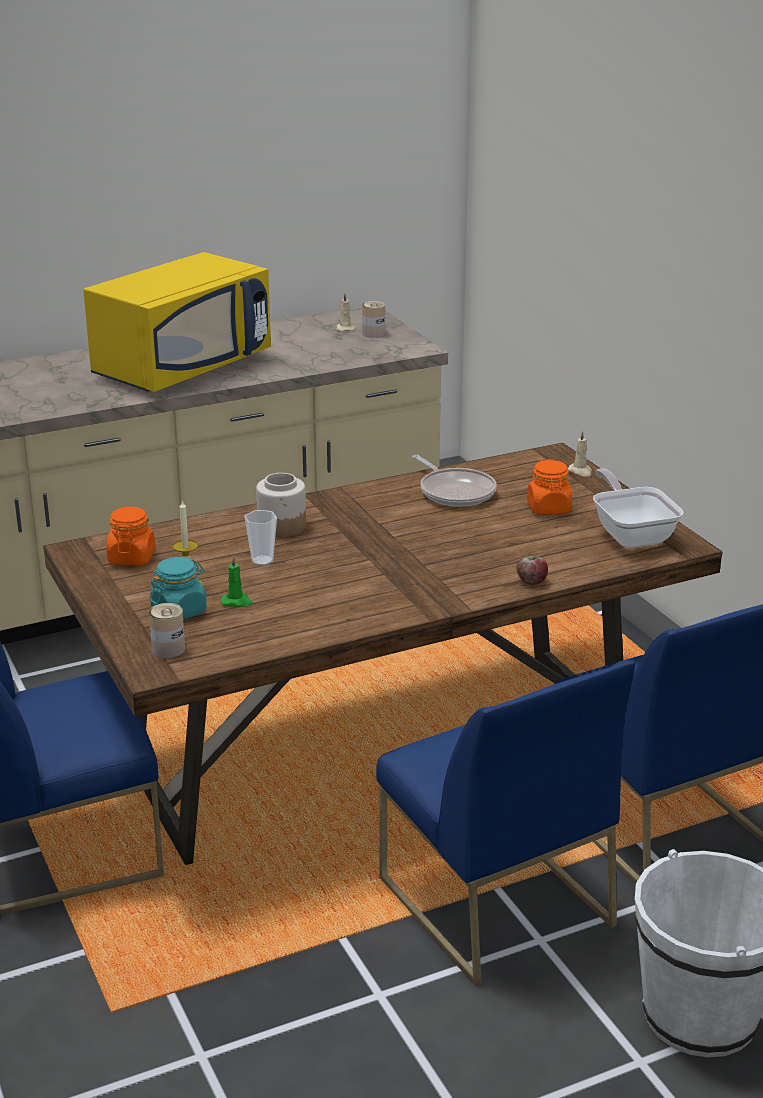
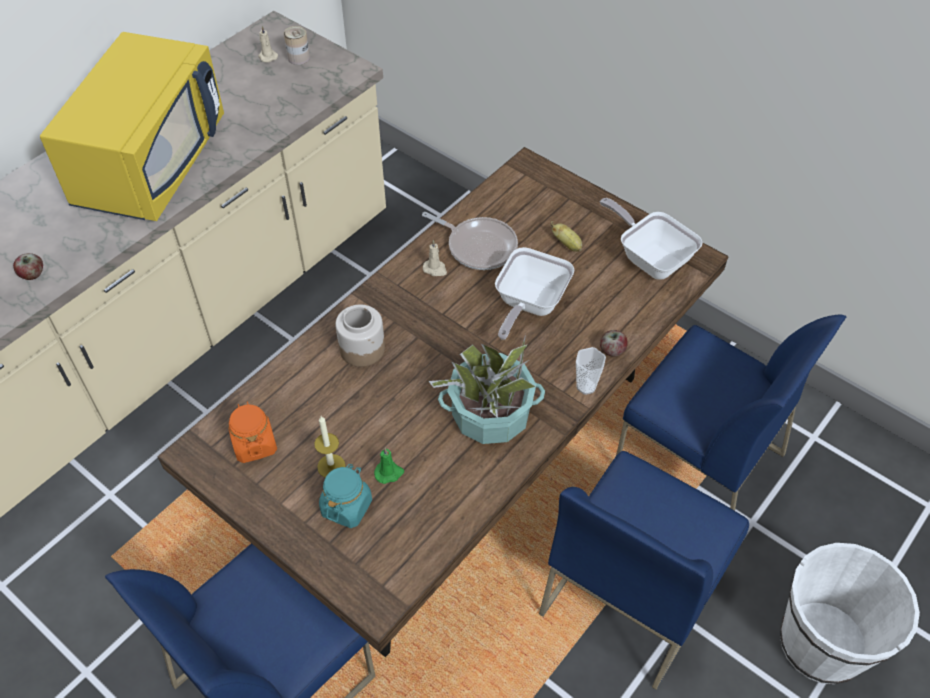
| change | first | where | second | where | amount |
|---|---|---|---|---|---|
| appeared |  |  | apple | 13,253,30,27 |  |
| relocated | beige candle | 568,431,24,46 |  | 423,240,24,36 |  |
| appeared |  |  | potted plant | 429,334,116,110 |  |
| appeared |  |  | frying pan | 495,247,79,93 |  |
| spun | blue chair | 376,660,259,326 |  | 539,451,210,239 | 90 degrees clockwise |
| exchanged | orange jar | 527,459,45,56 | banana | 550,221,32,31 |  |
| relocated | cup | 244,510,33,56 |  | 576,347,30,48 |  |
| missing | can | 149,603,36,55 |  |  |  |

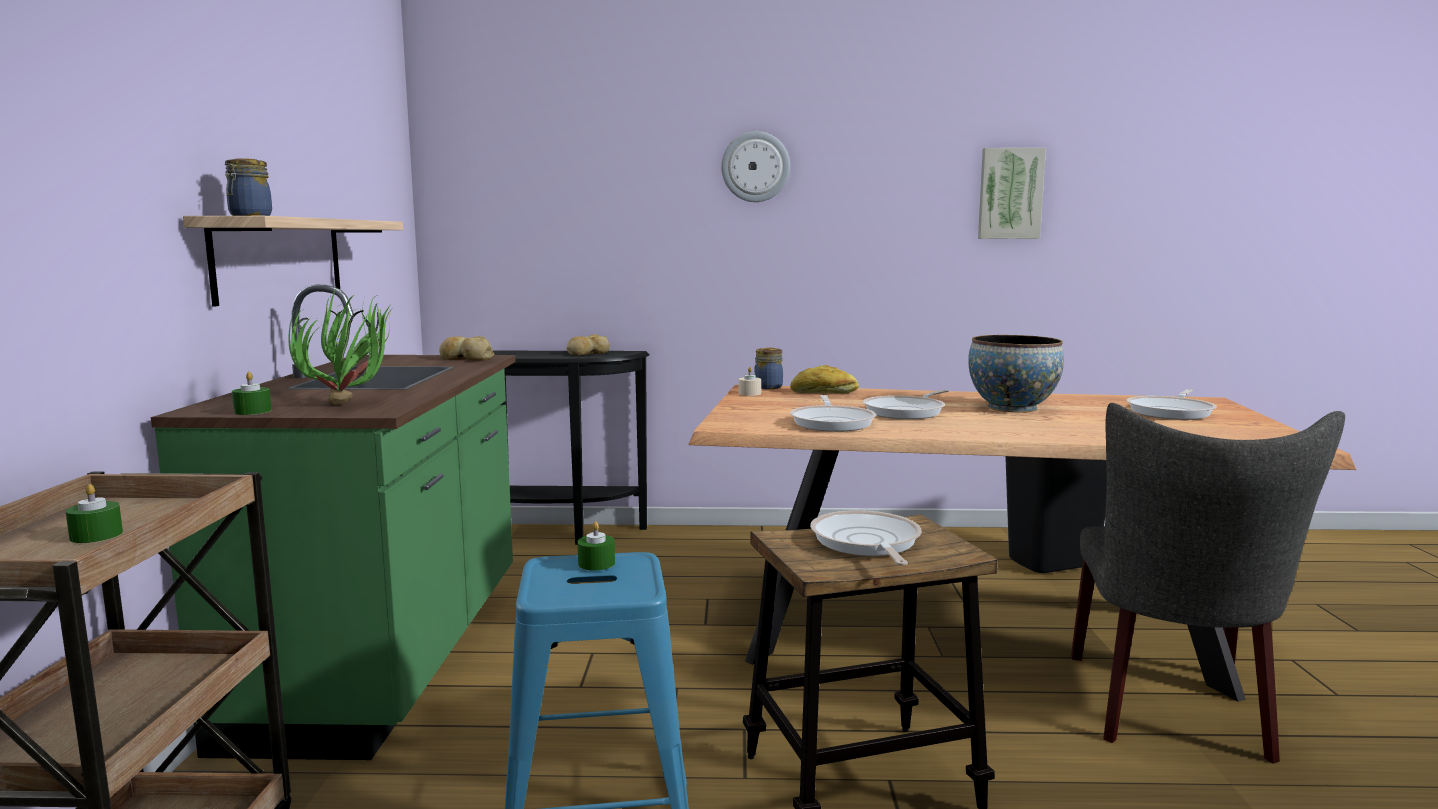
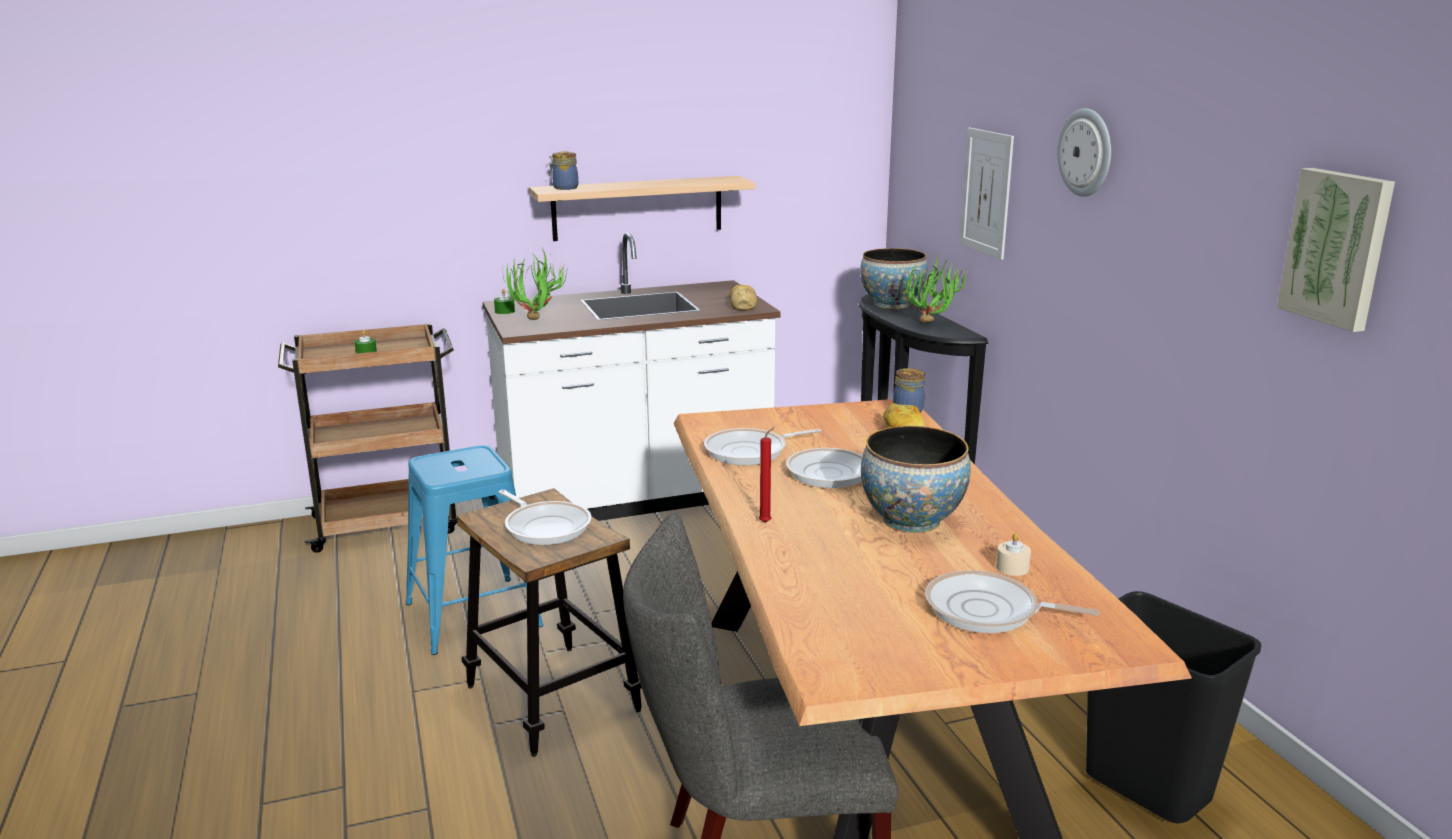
| change | first | where | second | where | amount |
|---|---|---|---|---|---|
| colour | green counter | 151,285,365,475 | white counter | 483,233,298,288 |  |
| spun | frying pan | 810,510,112,56 |  | 498,490,94,55 | 75 degrees clockwise |
| appeared |  |  | red candle | 759,427,16,96 |  |
| appeared |  |  | bowl | 860,248,68,61 |  |
| exchanged | bread | 566,334,44,21 | potted plant | 905,254,62,69 |  |
| appeared |  |  | picture | 960,128,54,132 |  |
| relocated | beige candle | 739,367,22,29 |  | 996,533,35,43 |  |
| missing | green candle | 577,521,38,50 |  |  |  |

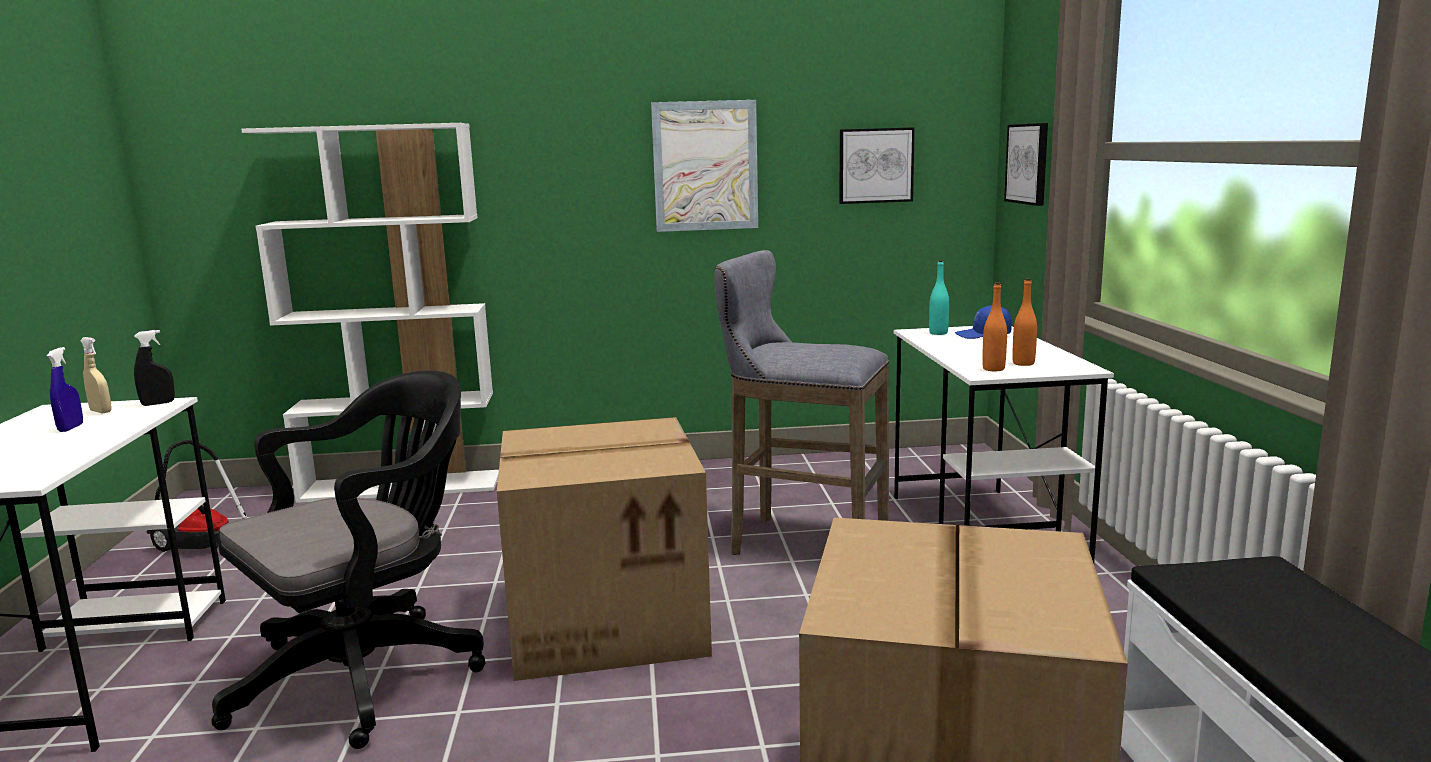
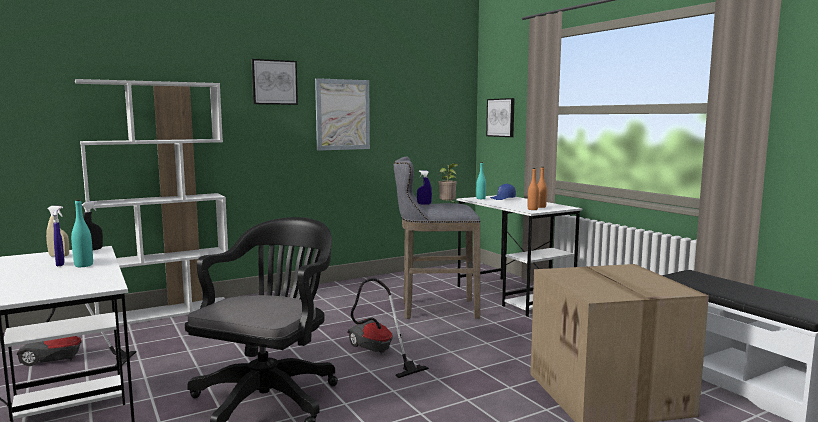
| change | first | where | second | where | amount |
|---|---|---|---|---|---|
| appeared |  |  | turquoise bottle | 71,199,22,68 |  |
| relocated | picture | 839,127,76,77 |  | 251,59,47,46 |  |
| exchanged | cardboard box | 497,417,215,264 | vacuum cleaner | 347,278,82,100 |  |
| appeared |  |  | blue spray bottle | 417,170,15,34 |  |
| appeared |  |  | potted plant | 439,163,20,40 |  |

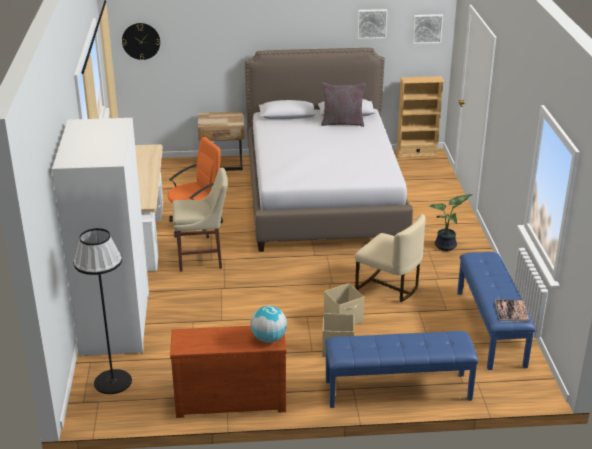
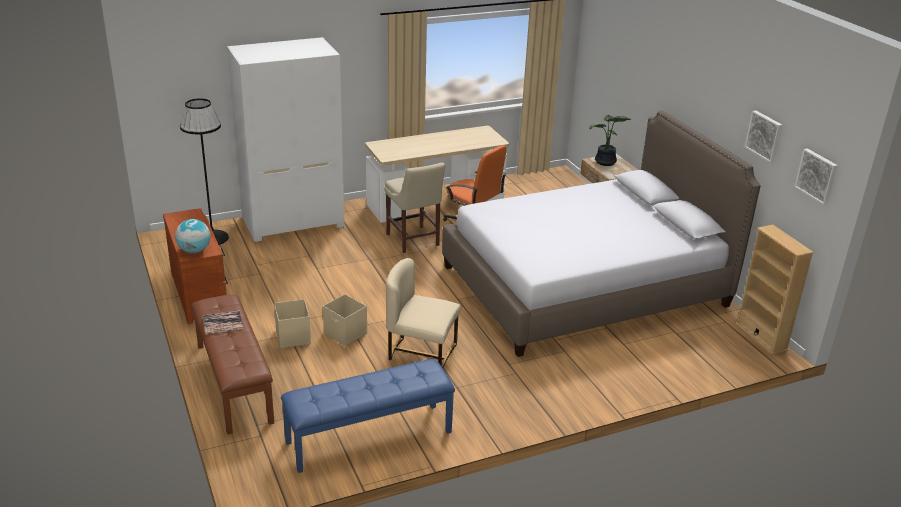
| change | first | where | second | where | amount |
|---|---|---|---|---|---|
| colour | blue bench | 325,331,153,77 | brown bench | 191,295,83,140 |  |
| relocated | book | 495,300,35,22 |  | 203,310,41,25 |  |
| spun | beige chair | 355,214,71,88 |  | 386,258,75,110 | 90 degrees clockwise |
| relocated | potted plant | 429,194,44,57 |  | 589,115,42,51 |  |
| missing | wall clock | 122,23,38,37 |  |  |  |
| missing | grey pillow | 321,83,44,44 |  |  |  |

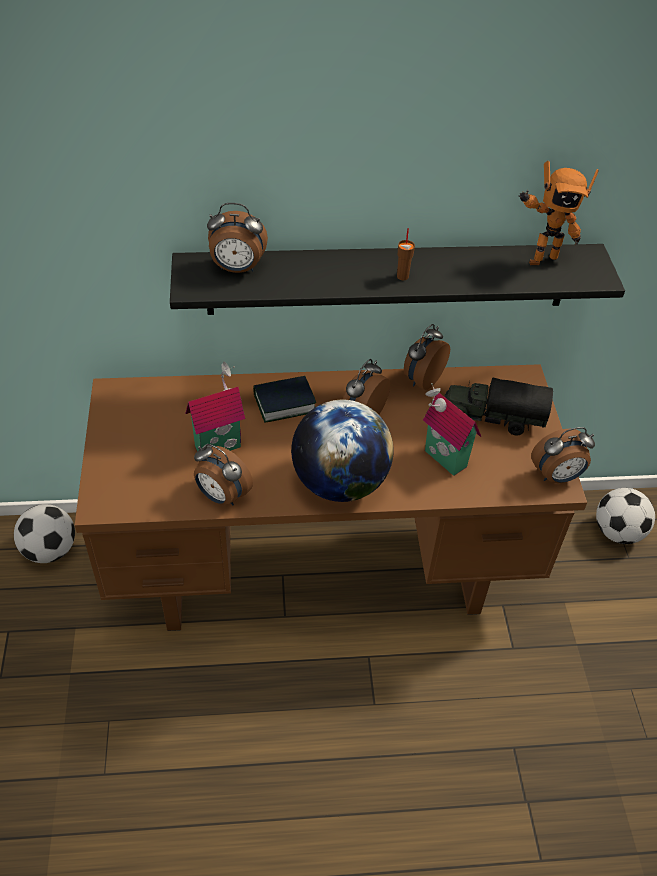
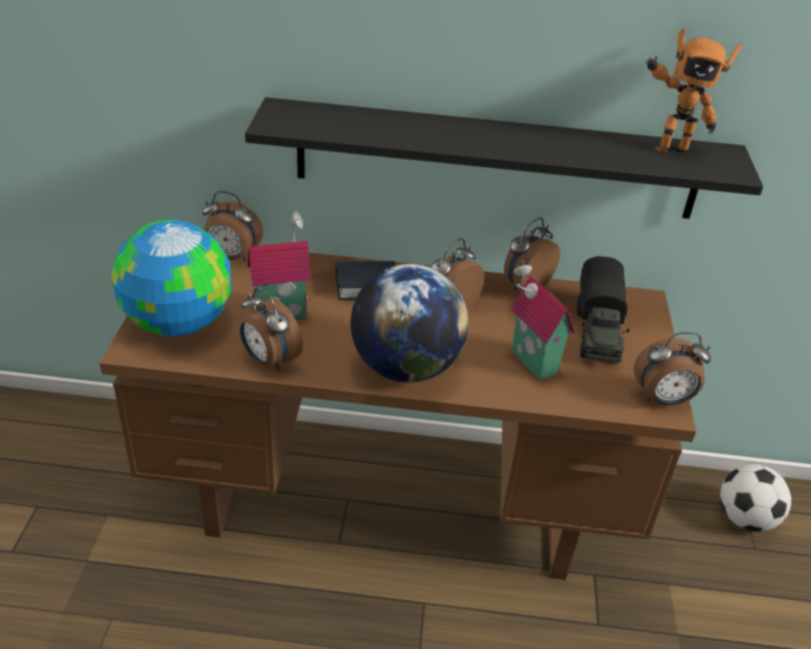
| change | first | where | second | where | amount |
|---|---|---|---|---|---|
| appeared |  |  | globe | 111,220,121,117 |  |
| relocated | alarm clock | 207,203,61,70 |  | 202,191,61,70 |  |
| spun | toy truck | 444,378,109,57 |  | 577,256,53,107 | 105 degrees counterclockwise |
| missing | football | 14,504,61,59 |  |  |  |
| missing | brown cup | 397,228,18,52 |  |  |  |

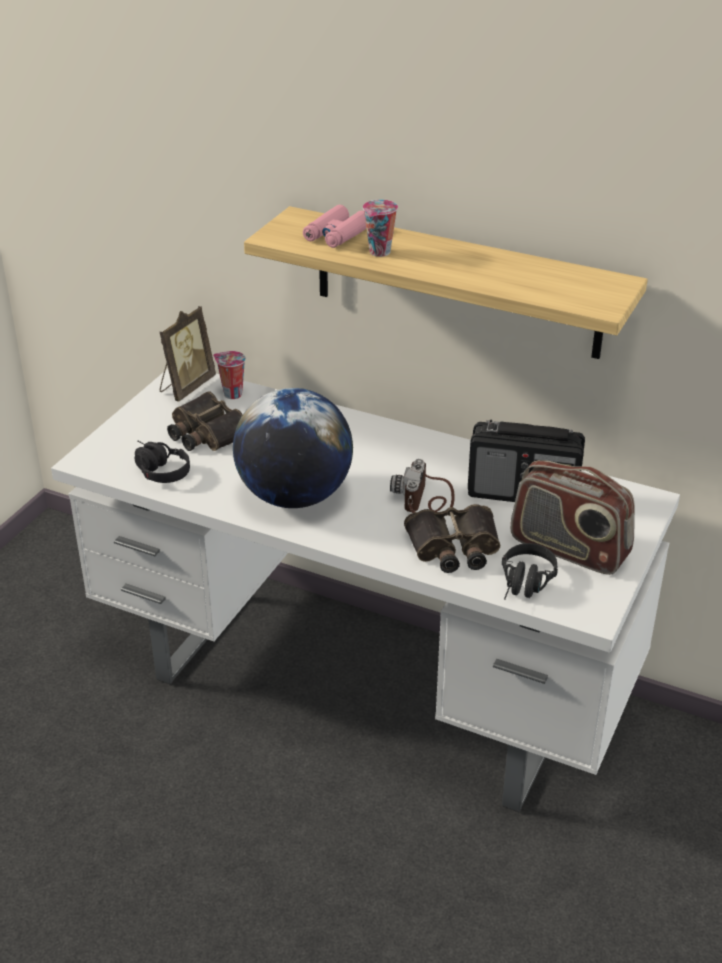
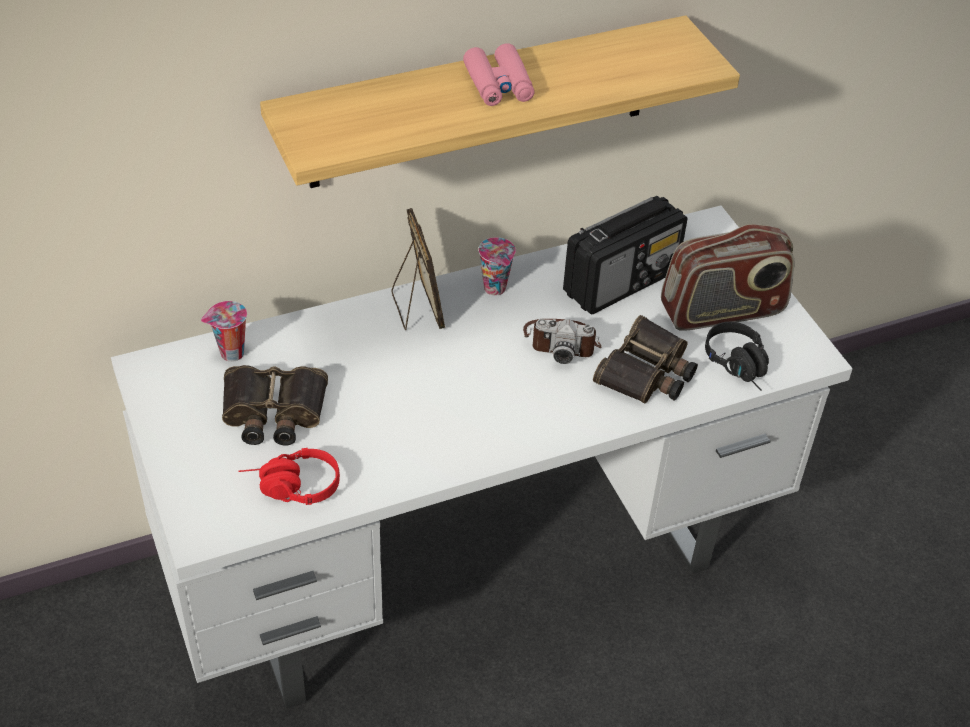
| change | first | where | second | where | amount |
|---|---|---|---|---|---|
| colour | black headphones | 134,441,56,42 | red headphones | 238,448,102,57 |  |
| relocated | picture frame | 160,306,56,95 |  | 391,208,54,122 |  |
| relocated | pink binoculars | 303,205,64,43 |  | 463,43,72,63 |  |
| relocated | cup | 363,199,35,58 |  | 479,237,37,59 |  |
| spun | photo camera | 390,459,65,54 |  | 523,319,78,45 | 45 degrees counterclockwise |
| missing | globe | 233,388,120,120 |  |  |  |

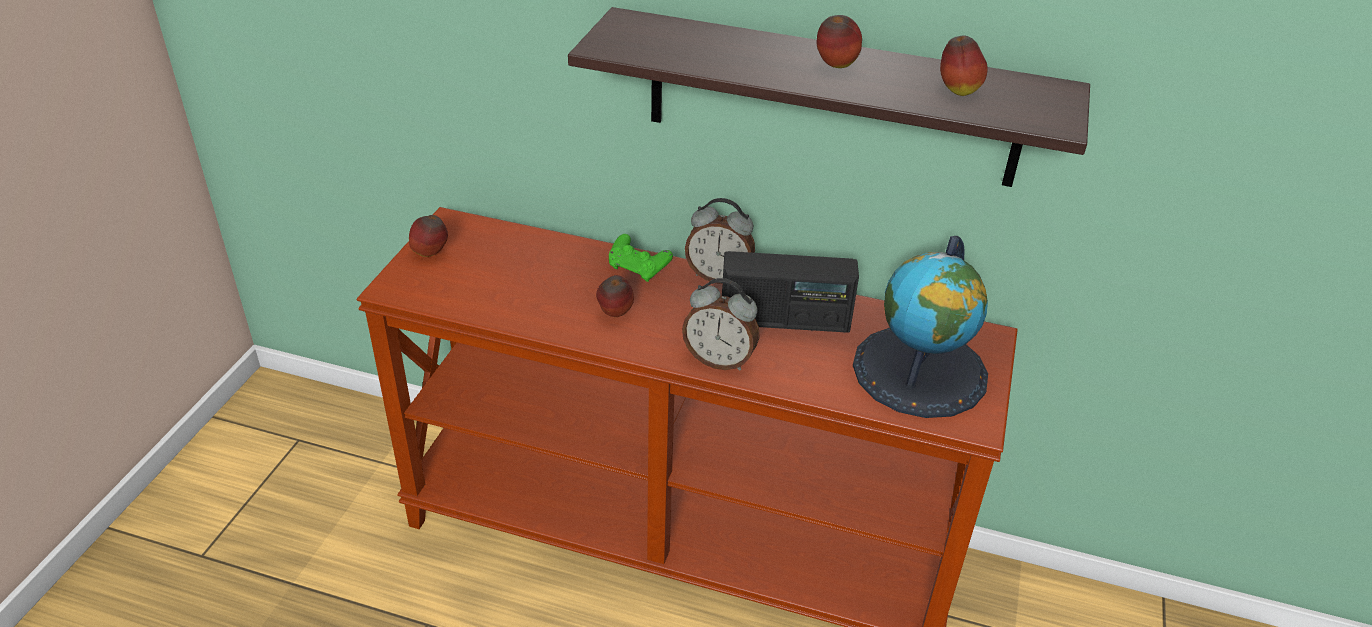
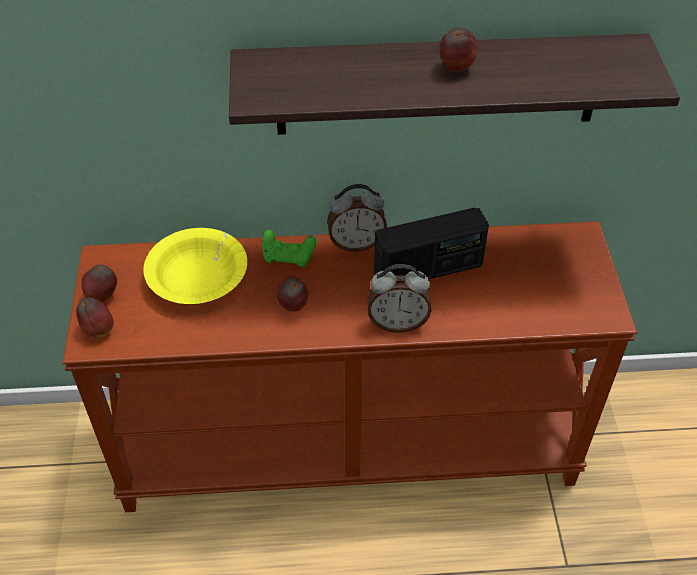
| change | first | where | second | where | amount |
|---|---|---|---|---|---|
| relocated | apple | 940,35,48,61 |  | 76,298,38,39 |  |
| appeared |  |  | yellow bowl | 143,228,104,76 |  |
| missing | globe | 853,236,135,182 |  |  |  |

